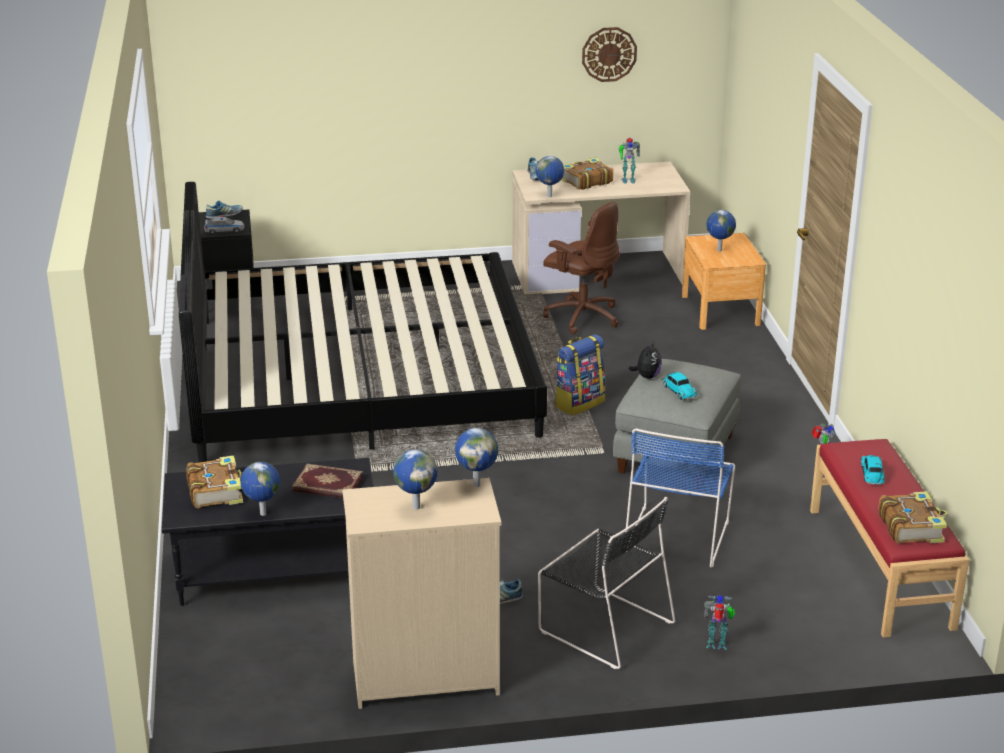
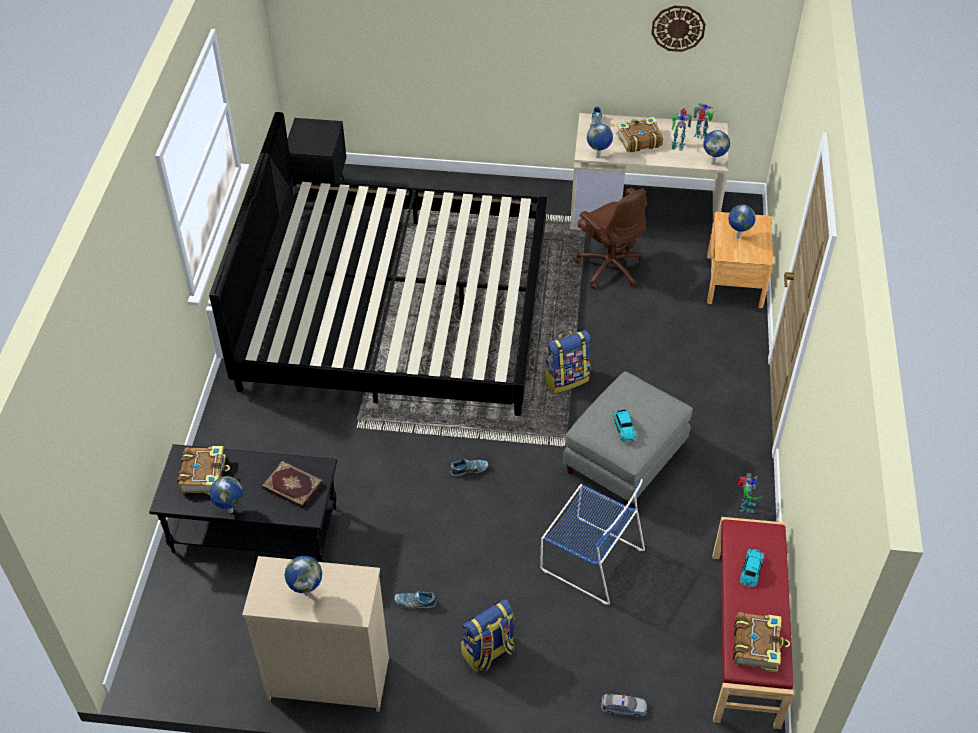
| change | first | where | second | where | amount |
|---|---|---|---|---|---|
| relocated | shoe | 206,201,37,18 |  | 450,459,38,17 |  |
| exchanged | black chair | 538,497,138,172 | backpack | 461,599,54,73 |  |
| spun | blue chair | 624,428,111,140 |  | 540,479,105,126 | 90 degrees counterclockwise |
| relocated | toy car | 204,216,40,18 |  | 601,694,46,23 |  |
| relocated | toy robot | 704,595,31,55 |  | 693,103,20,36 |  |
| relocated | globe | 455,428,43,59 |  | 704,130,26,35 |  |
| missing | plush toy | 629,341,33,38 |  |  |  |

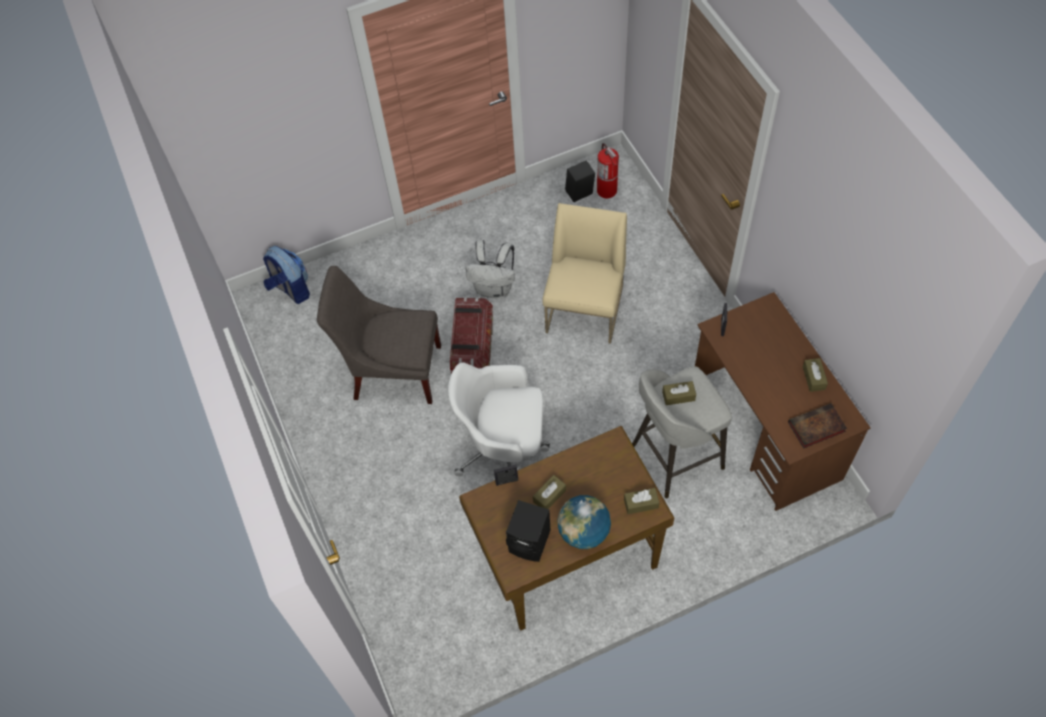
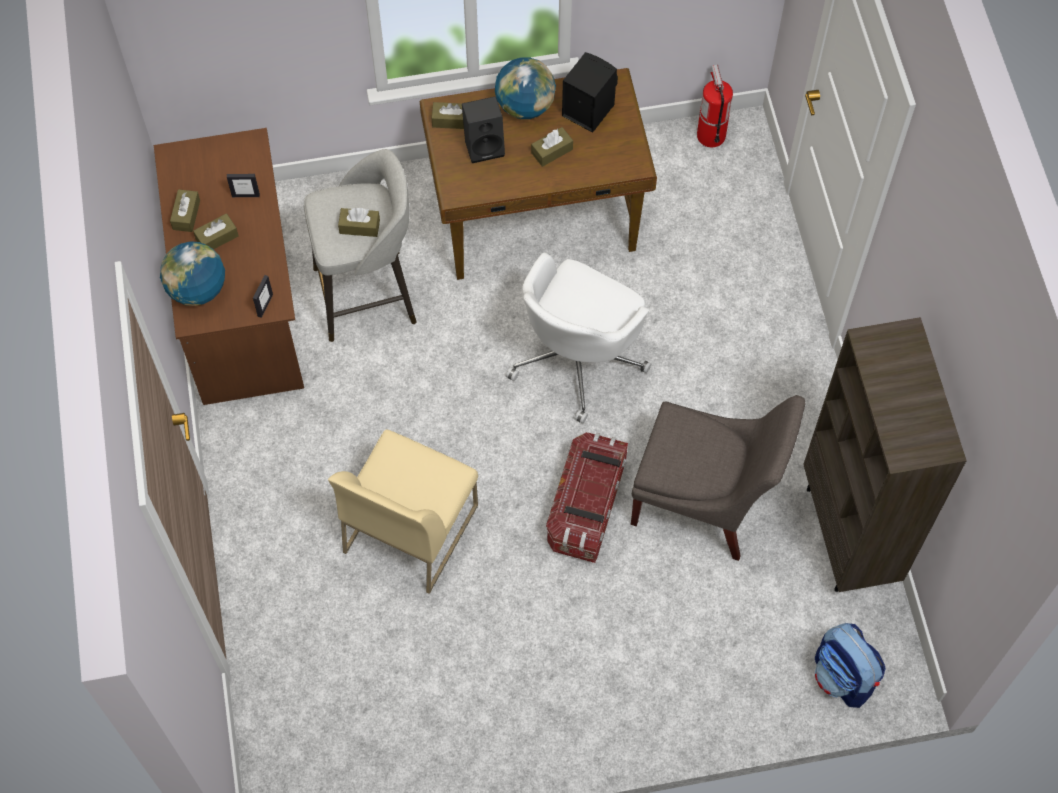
| change | first | where | second | where | amount |
|---|---|---|---|---|---|
| appeared |  |  | globe | 160,241,65,65 |  |
| appeared |  |  | brown tissue box | 193,213,46,37 |  |
| relocated | picture frame | 494,464,24,22 |  | 227,174,33,23 |  |
| relocated | black speaker | 565,160,30,42 |  | 462,96,43,67 |  |
| spun | white office chair | 448,362,102,114 |  | 506,252,145,172 | 105 degrees clockwise |
| relocated | fire extinguisher | 597,143,22,55 |  | 697,65,36,82 |  |
| appeared |  |  | brown bookcase | 803,317,164,275 |  |
| missing | white backpack | 466,240,49,59 |  |  |  |
| missing | book | 788,403,59,46 |  |  |  |

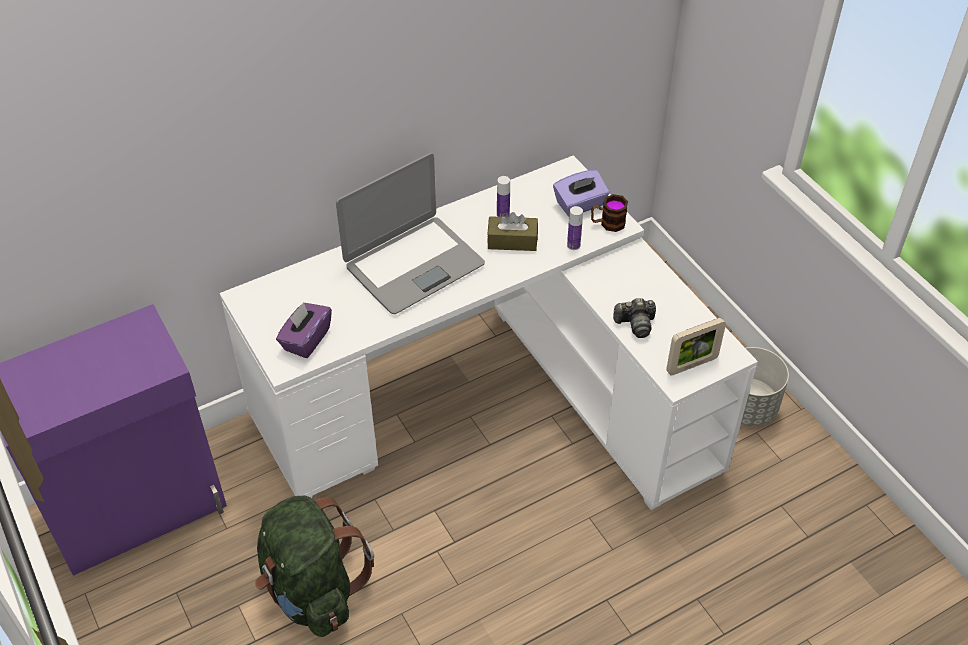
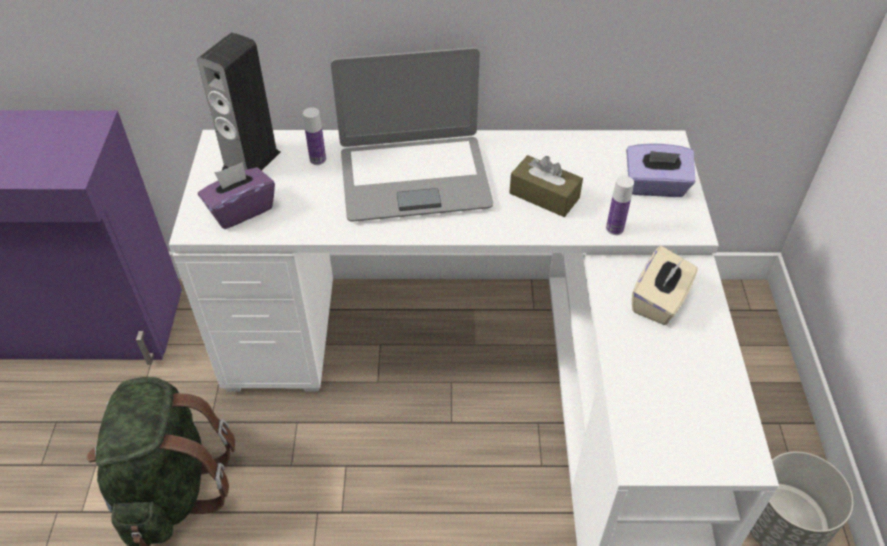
| change | first | where | second | where | amount |
|---|---|---|---|---|---|
| appeared |  |  | speaker | 197,32,84,139 |  |
| relocated | bottle | 497,176,13,41 |  | 303,107,23,58 |  |
| appeared |  |  | beige tissue box | 632,246,66,79 |  |
| missing | mug | 591,194,37,38 |  |  |  |
| missing | photo camera | 613,298,43,40 |  |  |  |
| missing | picture frame | 666,318,60,57 |  |  |  |

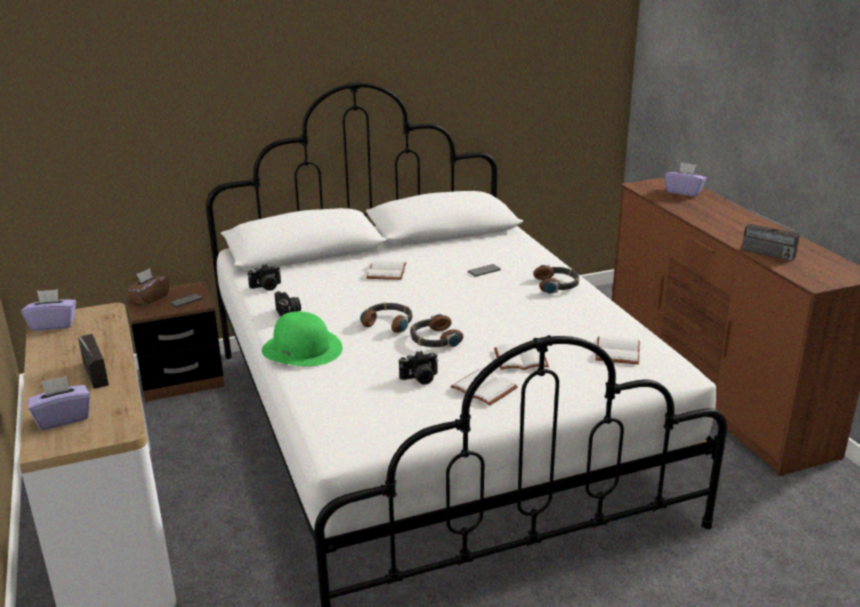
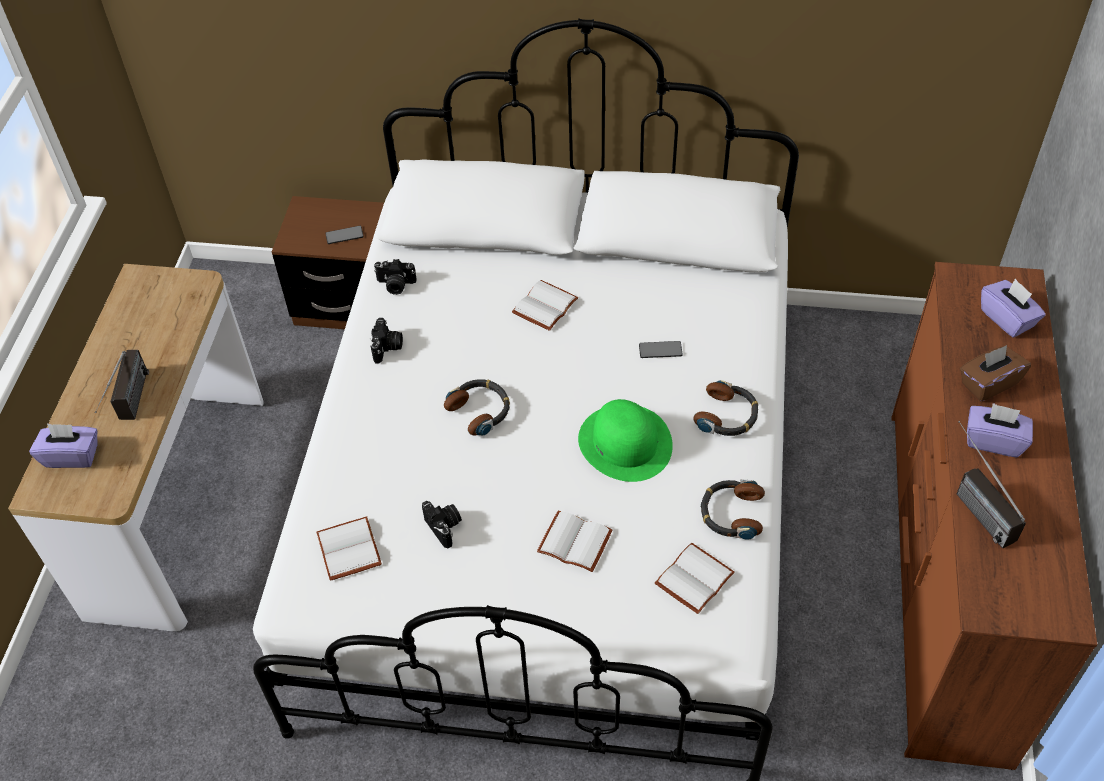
| change | first | where | second | where | amount |
|---|---|---|---|---|---|
| relocated | white book | 450,368,68,38 |  | 316,516,66,65 |  |
| spun | photo camera | 399,351,39,34 |  | 422,501,40,47 | 135 degrees counterclockwise |
| relocated | green hat | 262,311,81,55 |  | 578,399,95,83 |  |
| relocated | headphones | 410,314,54,34 |  | 701,479,64,61 |  |
| relocated | brown tissue box | 126,268,44,38 |  | 960,345,71,56 |  |
| relocated | purple tissue box | 21,289,55,42 |  | 967,403,66,54 |  |

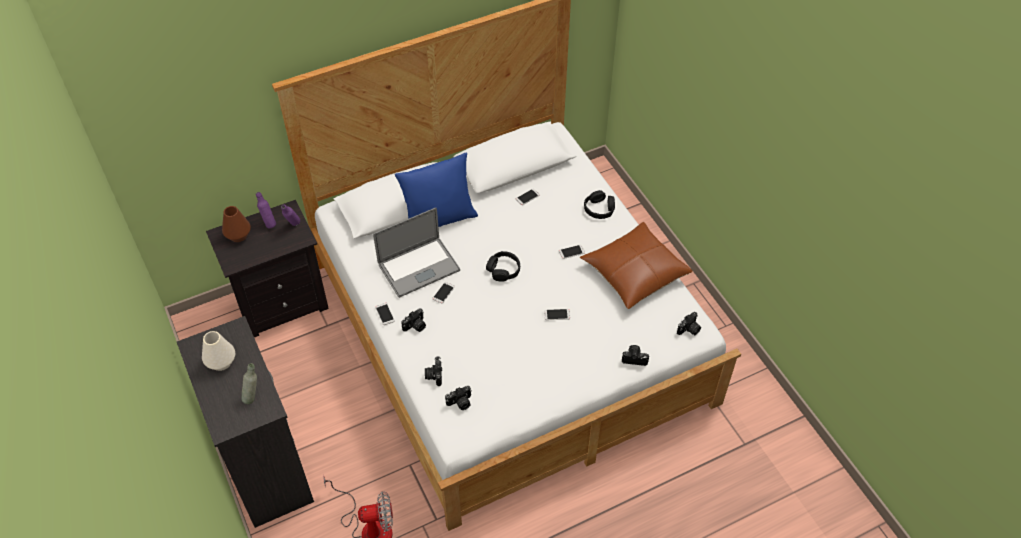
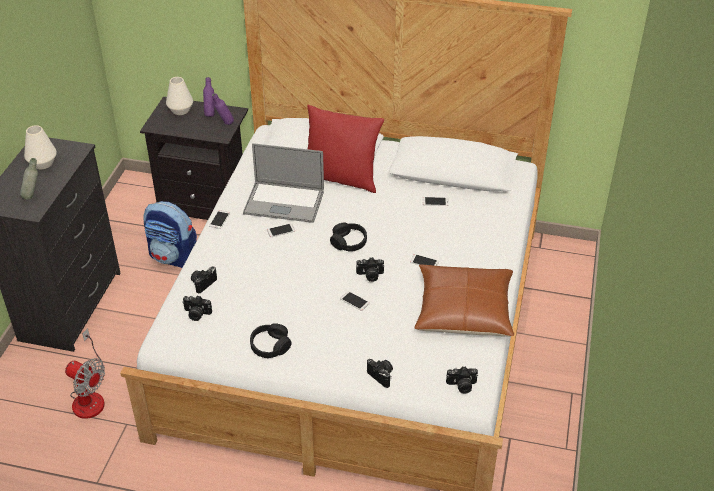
| change | first | where | second | where | amount |
|---|---|---|---|---|---|
| appeared |  |  | backpack | 143,201,54,67 |  |
| colour | brown vase | 222,206,29,36 | white vase | 166,77,27,38 |  |
| relocated | black headphones | 584,190,31,29 |  | 250,323,42,35 |  |
| colour | blue pillow | 395,153,83,74 | red pillow | 307,105,77,88 |  |
| relocated | photo camera | 401,308,25,24 |  | 356,258,29,24 |  |

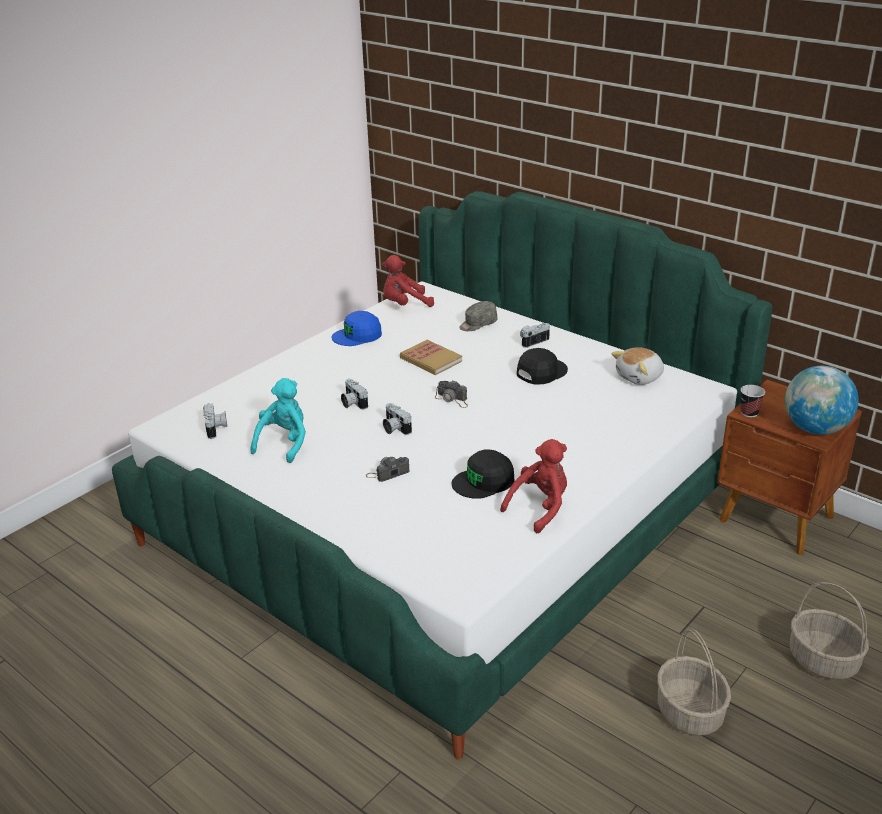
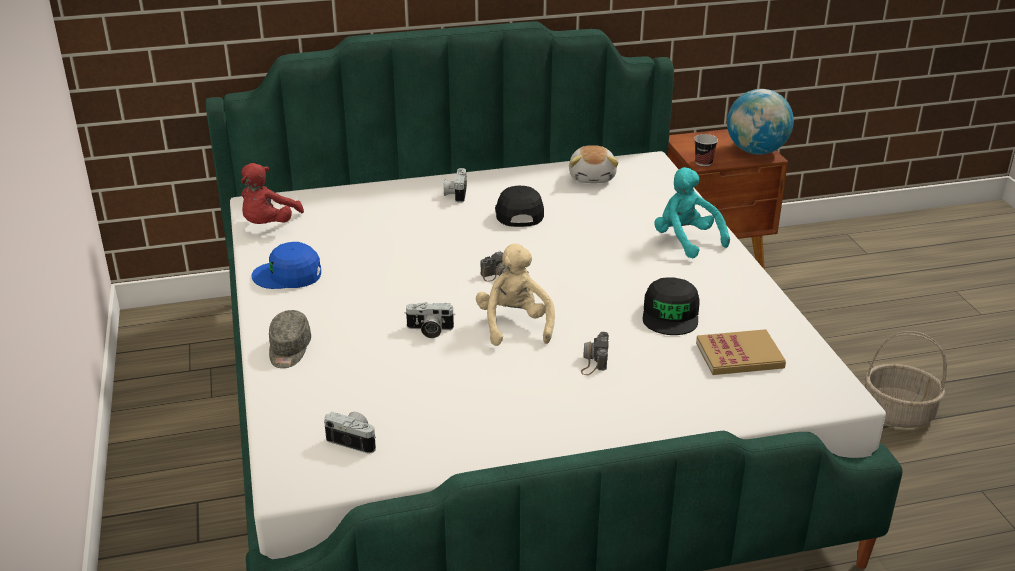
| change | first | where | second | where | amount |
|---|---|---|---|---|---|
| spun | blue cap | 332,311,50,35 |  | 252,242,69,47 | 75 degrees clockwise |
| relocated | grey cap | 459,301,38,30 |  | 269,310,42,58 |  |
| exchanged | photo camera | 383,403,29,32 | beige plush toy | 476,244,79,102 |  |
| relocated | turquoise plush toy | 250,378,56,85 |  | 654,167,76,92 |  |
| relocated | book | 400,340,62,35 |  | 696,329,90,46 |  |
| missing | red plush toy | 500,439,67,94 |  |  |  |
| missing | basket | 790,582,79,98 |  |  |  |

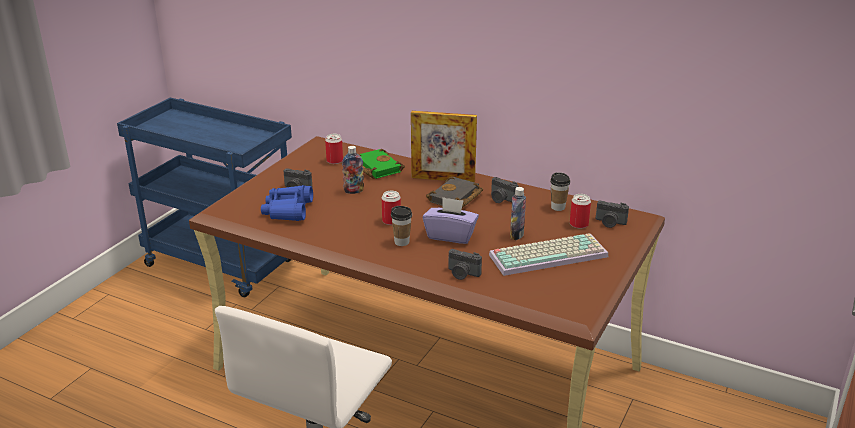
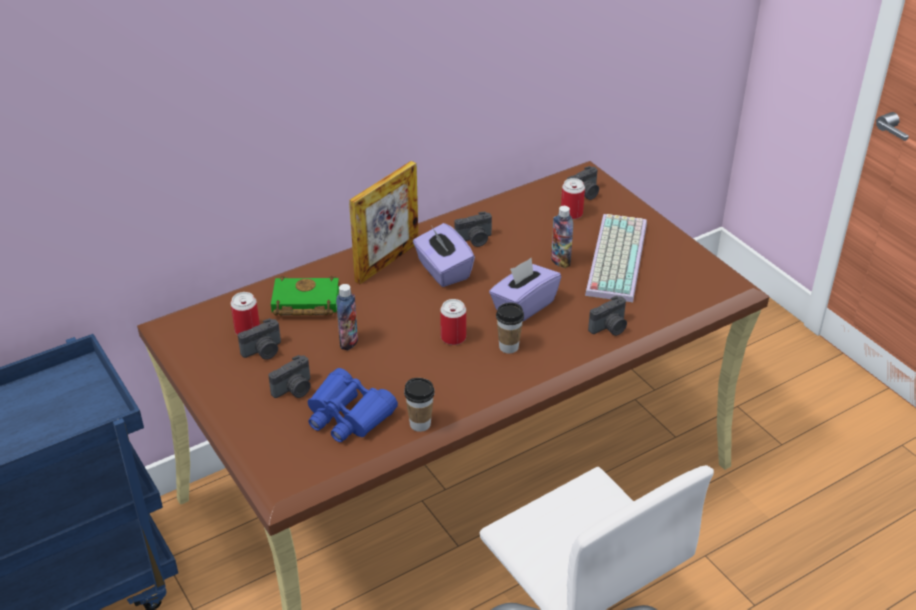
| change | first | where | second | where | amount |
|---|---|---|---|---|---|
| appeared |  |  | photo camera | 238,318,43,42 |  |
| relocated | cup | 550,172,20,39 |  | 404,378,31,54 |  |
| exchanged | black book | 426,176,57,32 | purple tissue box | 413,223,62,64 |  |

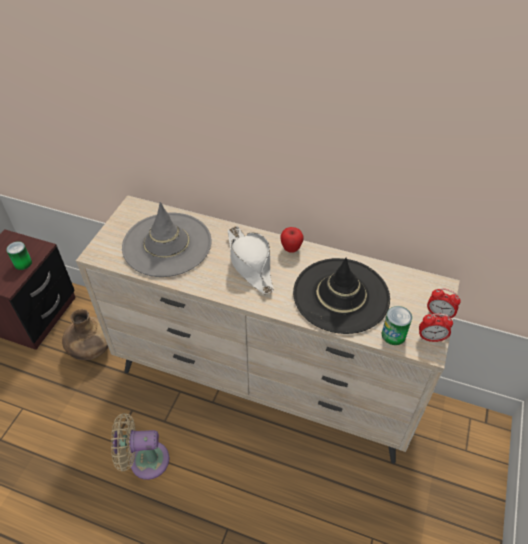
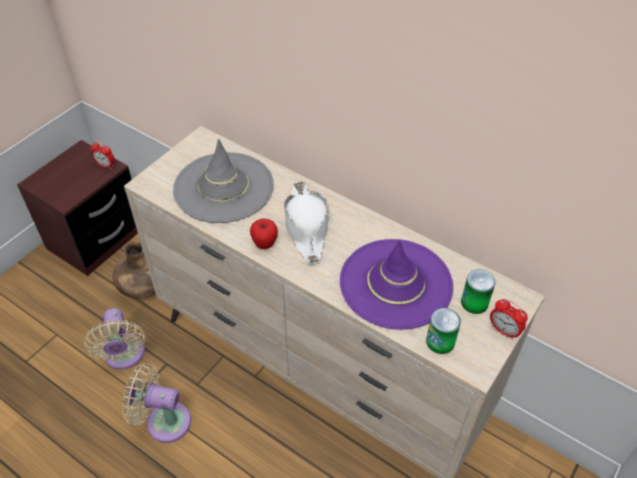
| change | first | where | second | where | amount |
|---|---|---|---|---|---|
| appeared |  |  | beige fan | 84,308,62,62 |  |
| relocated | alarm clock | 419,313,34,29 |  | 91,142,24,27 |  |
| relocated | apple | 281,227,23,26 |  | 250,218,28,31 |  |
| colour | black hat | 293,258,97,76 | purple hat | 340,239,113,91 |  |
| relocated | can | 6,241,26,29 |  | 461,269,35,45 |  |

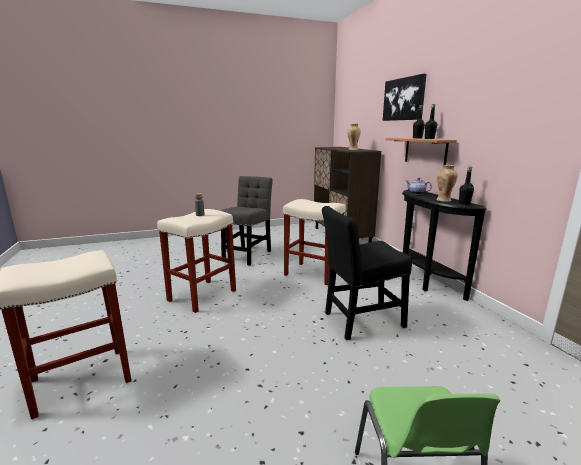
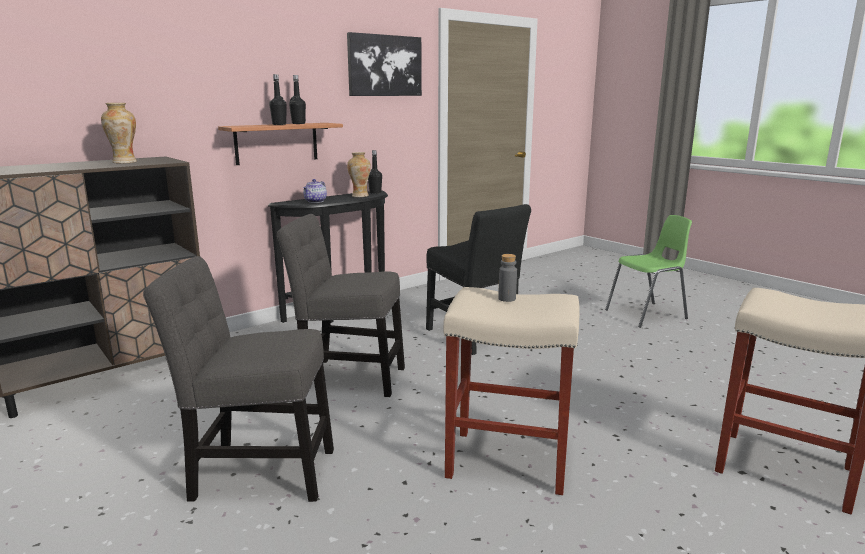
| change | first | where | second | where | amount |
|---|---|---|---|---|---|
| exchanged | beige stool | 283,199,63,86 | grey chair | 277,214,128,183 |  |
| relocated | picture | 383,74,44,47 |  | 347,32,75,64 |  |

